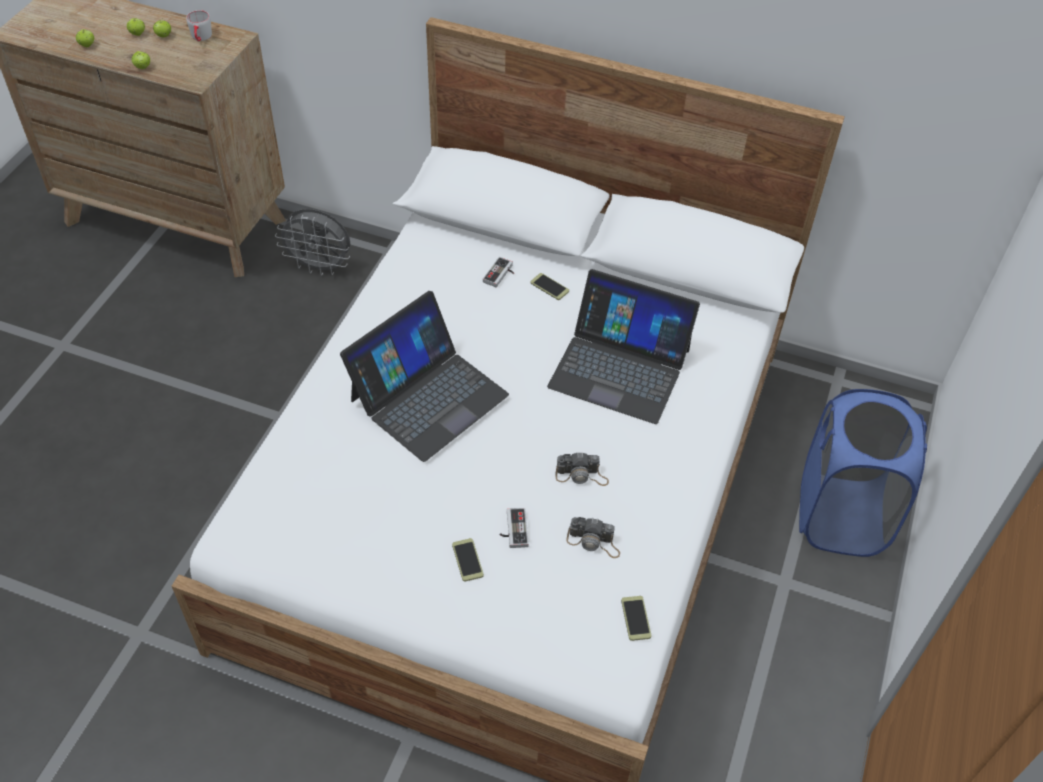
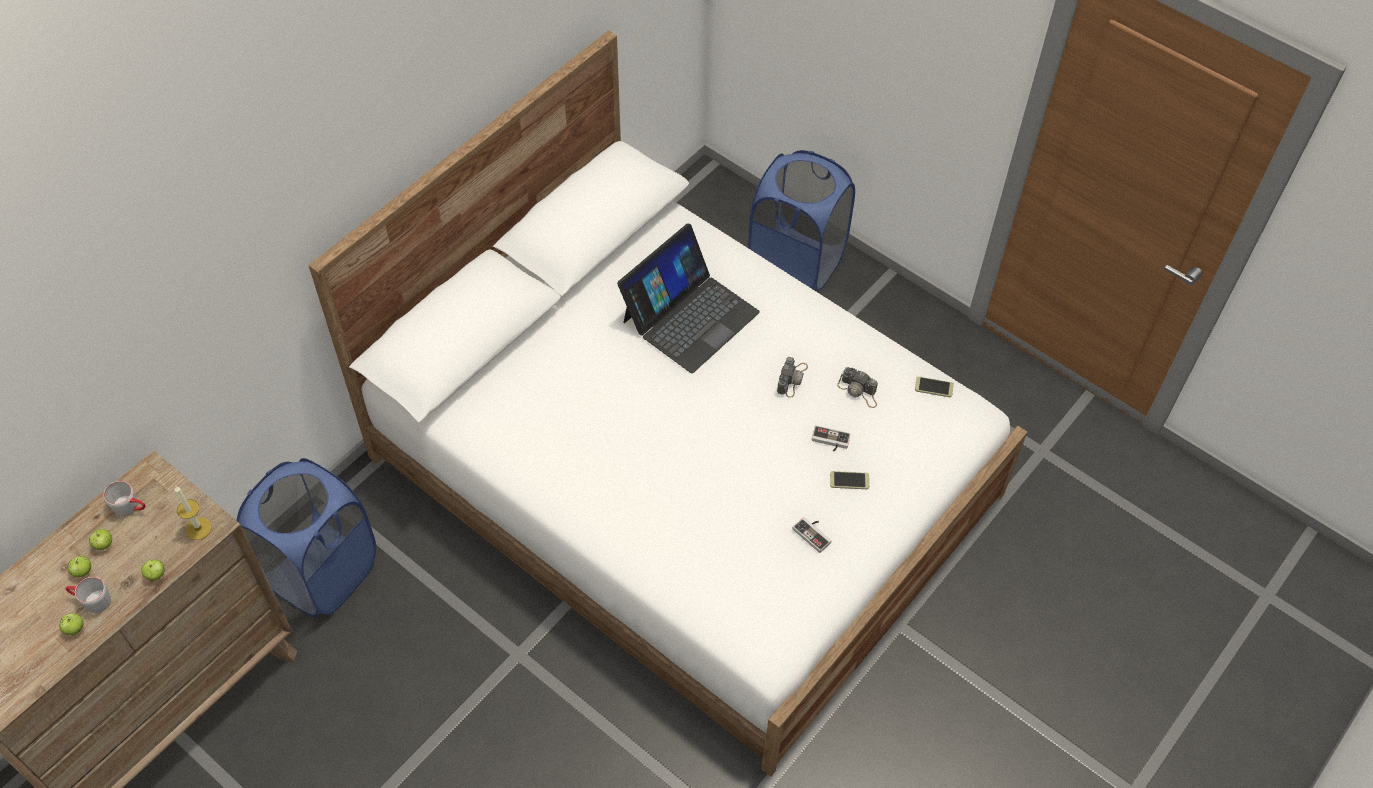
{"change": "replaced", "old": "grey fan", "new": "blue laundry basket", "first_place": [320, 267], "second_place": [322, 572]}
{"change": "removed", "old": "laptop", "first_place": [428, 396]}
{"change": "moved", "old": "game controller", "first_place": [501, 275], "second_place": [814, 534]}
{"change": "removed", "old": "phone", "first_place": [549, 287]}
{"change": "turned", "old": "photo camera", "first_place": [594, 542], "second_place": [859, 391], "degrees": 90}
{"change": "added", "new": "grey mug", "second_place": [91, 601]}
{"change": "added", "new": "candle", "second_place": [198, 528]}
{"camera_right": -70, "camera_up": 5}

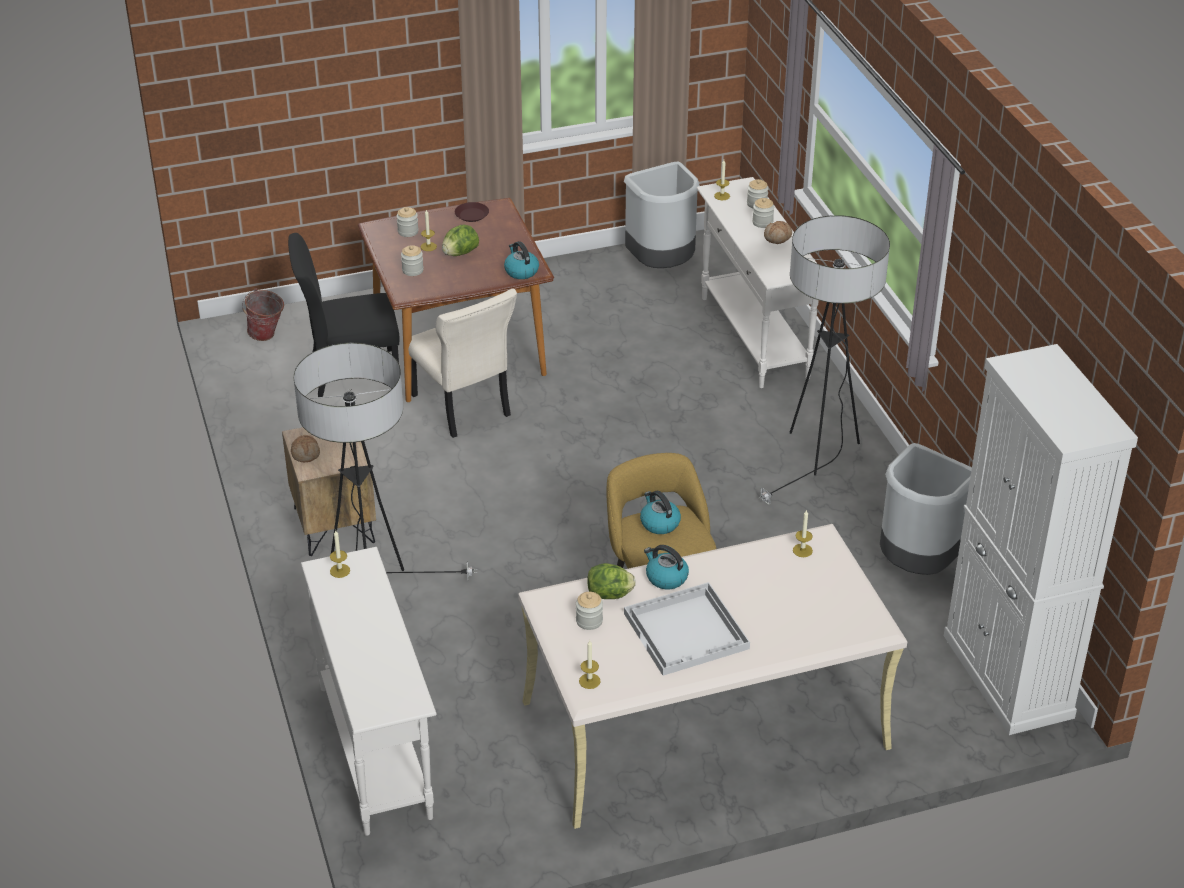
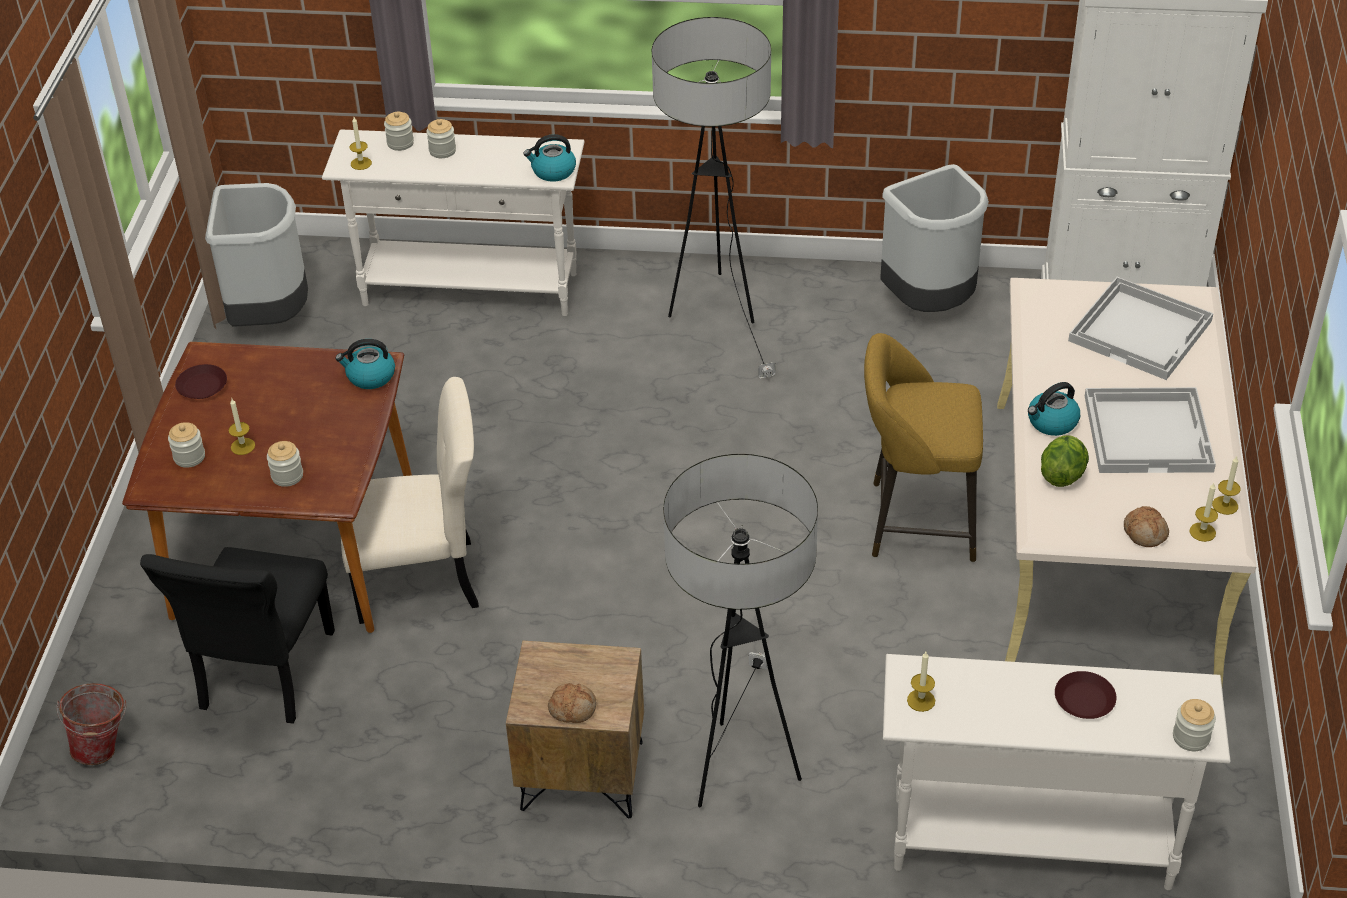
{"change": "removed", "old": "lettuce", "first_place": [460, 253]}
{"change": "moved", "old": "jar", "first_place": [589, 621], "second_place": [1191, 737]}
{"change": "moved", "old": "kettle", "first_place": [659, 523], "second_place": [553, 171]}
{"change": "moved", "old": "bread", "first_place": [778, 237], "second_place": [1145, 532]}
{"change": "moved", "old": "candle", "first_place": [802, 550], "second_place": [1225, 505]}
{"change": "added", "new": "brown plate", "second_place": [1084, 699]}
{"change": "added", "new": "white tray", "second_place": [1141, 330]}
{"camera_right": -65, "camera_up": 5}

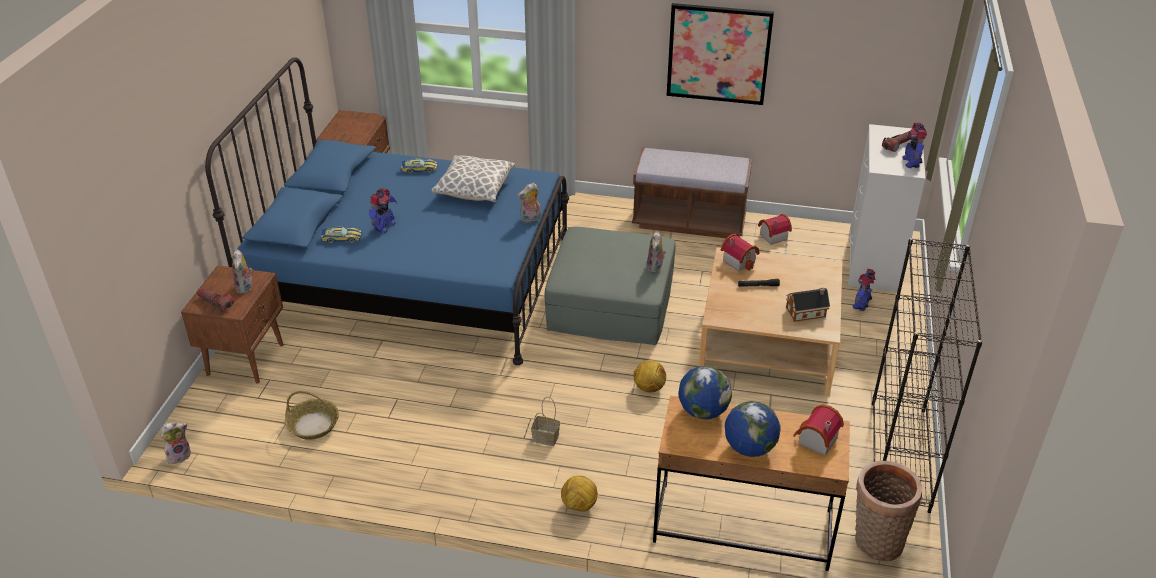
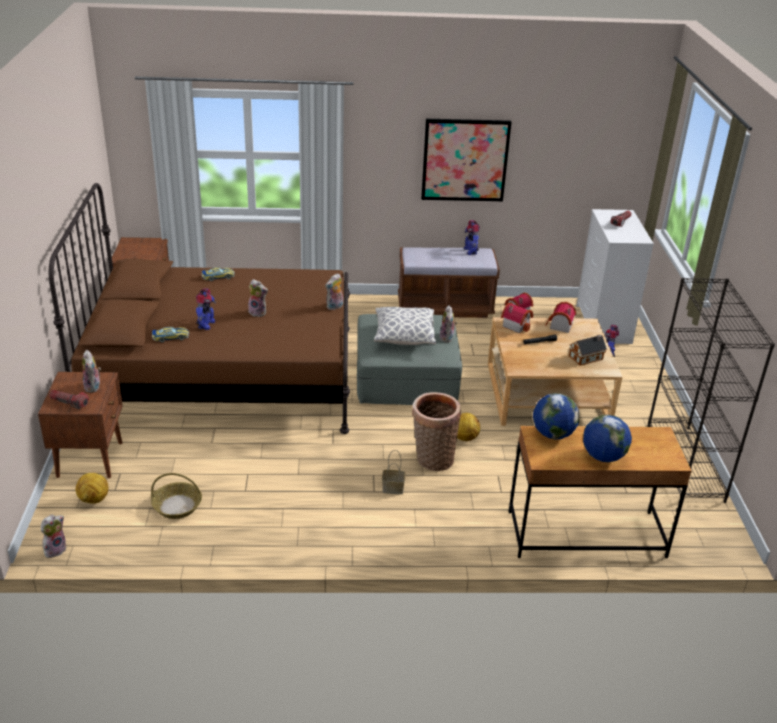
{"change": "recoloured", "old": "blue bed", "new": "brown bed", "first_place": [412, 279], "second_place": [223, 375]}
{"change": "moved", "old": "pillow", "first_place": [474, 190], "second_place": [404, 336]}
{"change": "moved", "old": "football", "first_place": [579, 506], "second_place": [94, 500]}
{"change": "moved", "old": "toy house", "first_place": [814, 440], "second_place": [559, 326]}
{"change": "moved", "old": "basket", "first_place": [875, 541], "second_place": [432, 459]}
{"change": "moved", "old": "toy robot", "first_place": [911, 162], "second_place": [470, 251]}
{"change": "added", "new": "plush toy", "second_place": [258, 312]}
{"camera_right": -15, "camera_up": -5}

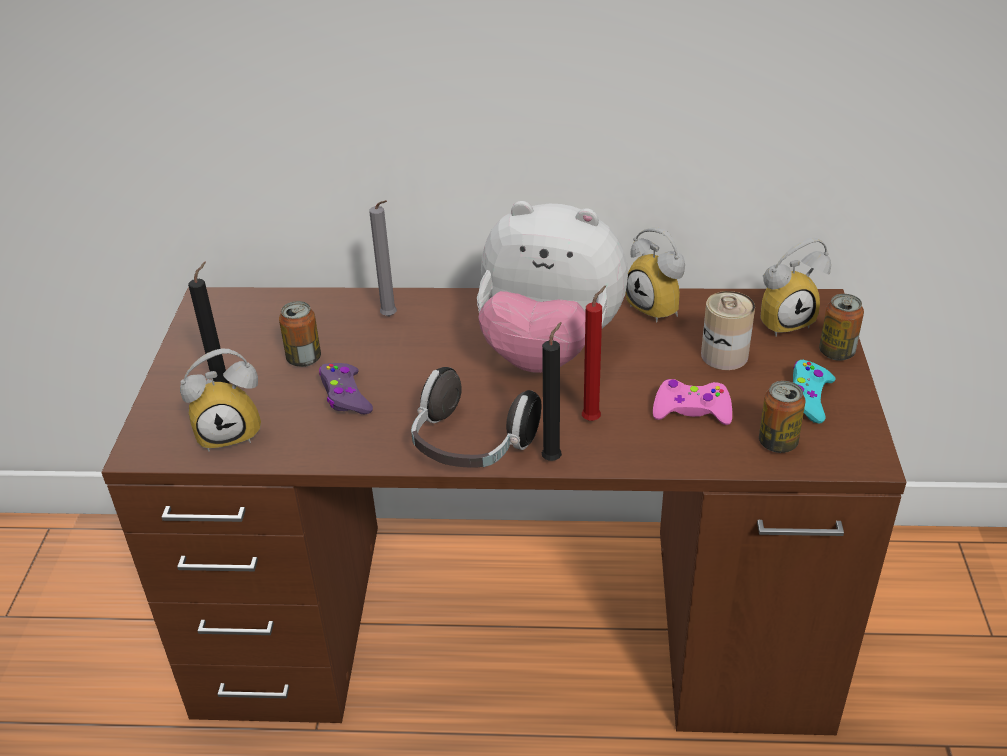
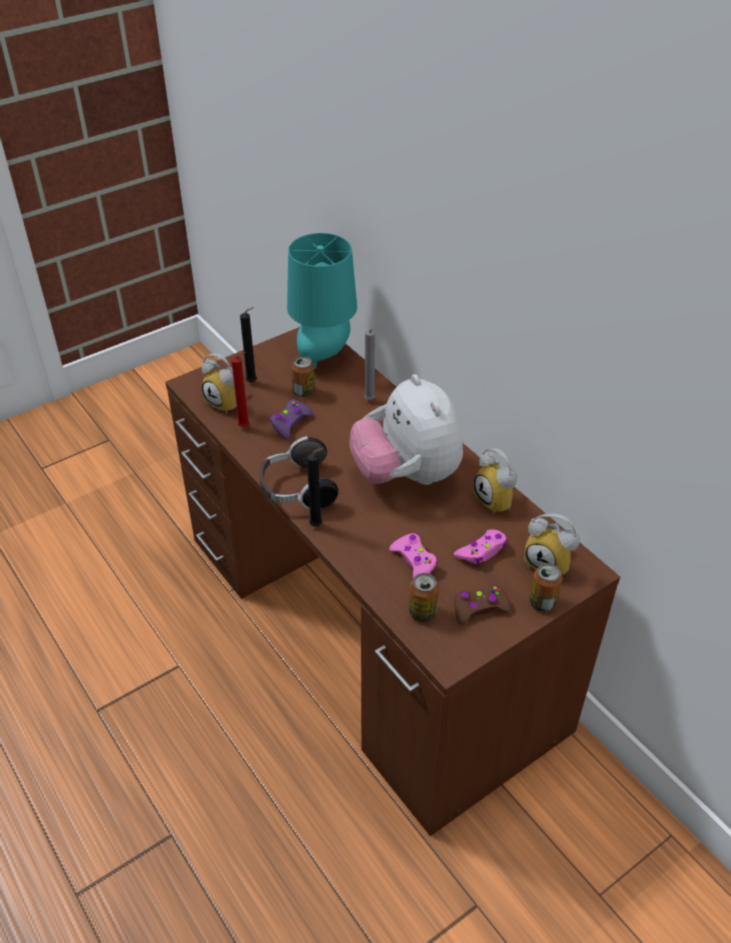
{"change": "moved", "old": "red candle", "first_place": [593, 419], "second_place": [246, 427]}
{"change": "turned", "old": "alarm clock", "first_place": [660, 307], "second_place": [498, 500], "degrees": -45}
{"change": "replaced", "old": "can", "new": "pink game controller", "first_place": [724, 355], "second_place": [482, 551]}
{"change": "recoloured", "old": "turquoise game controller", "new": "brown game controller", "first_place": [807, 398], "second_place": [480, 608]}
{"change": "added", "new": "turquoise table lamp", "second_place": [323, 356]}
{"camera_right": 50, "camera_up": 5}

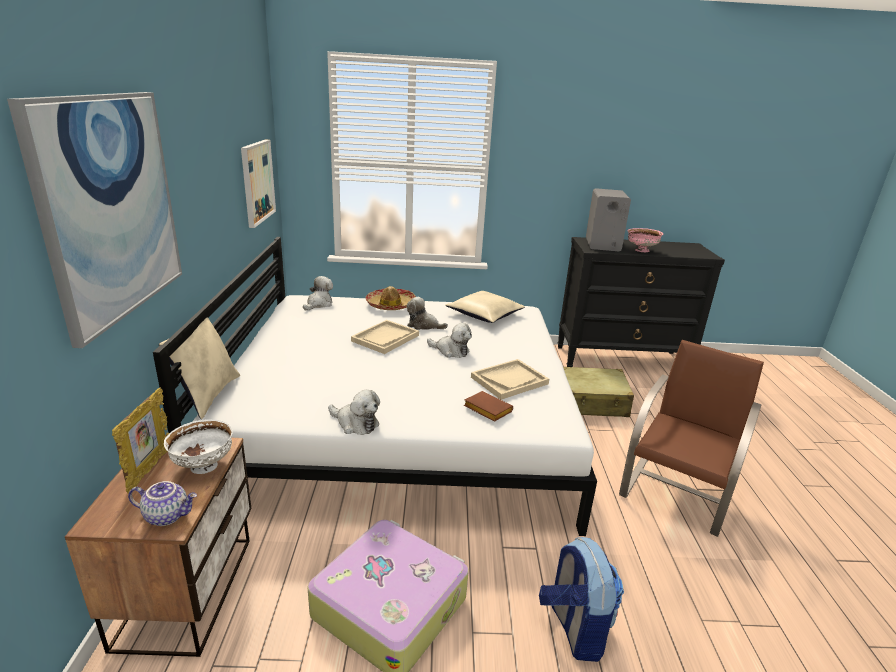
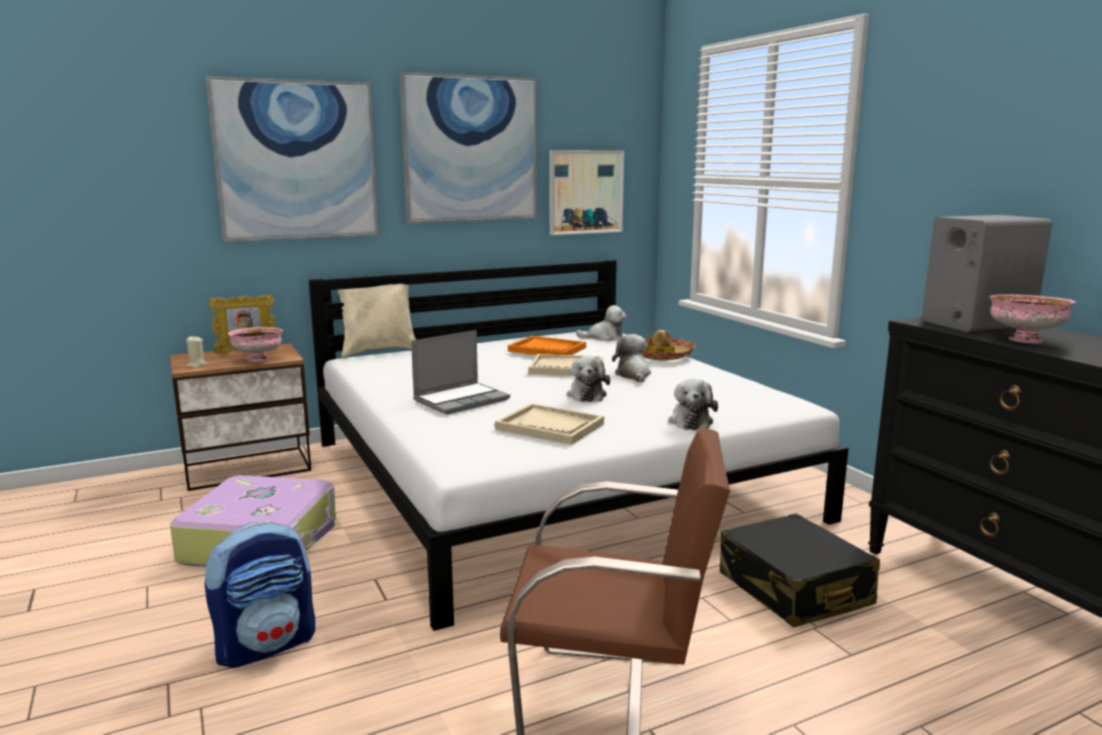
{"change": "replaced", "old": "teapot", "new": "beige candle", "first_place": [168, 515], "second_place": [196, 365]}
{"change": "recoloured", "old": "white bowl", "new": "pink bowl", "first_place": [203, 466], "second_place": [257, 359]}
{"change": "moved", "old": "plush toy", "first_place": [355, 423], "second_place": [690, 421]}
{"change": "removed", "old": "beige pillow", "first_place": [485, 315]}
{"change": "removed", "old": "brown book", "first_place": [486, 409]}
{"change": "recoloured", "old": "beige suitcase", "new": "black suitcase", "first_place": [593, 402], "second_place": [794, 589]}
{"change": "added", "new": "picture", "second_place": [471, 149]}
{"change": "added", "new": "laptop", "second_place": [461, 400]}
{"change": "added", "new": "orange tray", "second_place": [547, 349]}
{"camera_right": 65, "camera_up": -10}

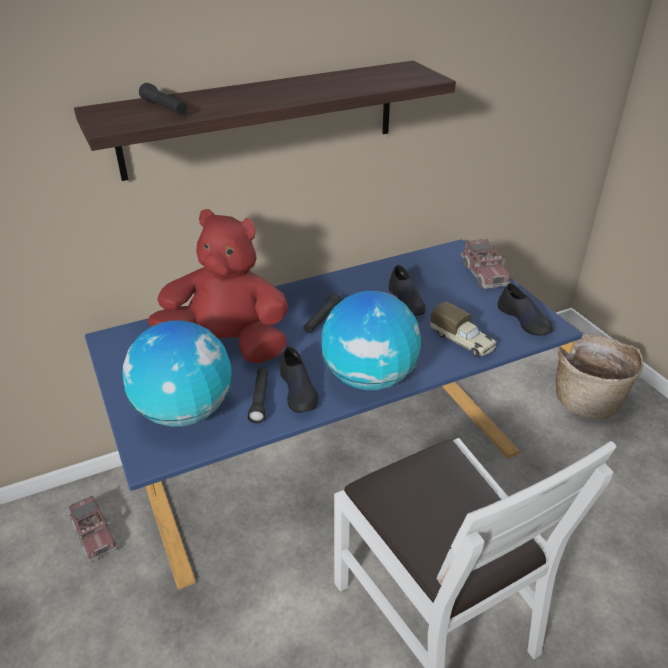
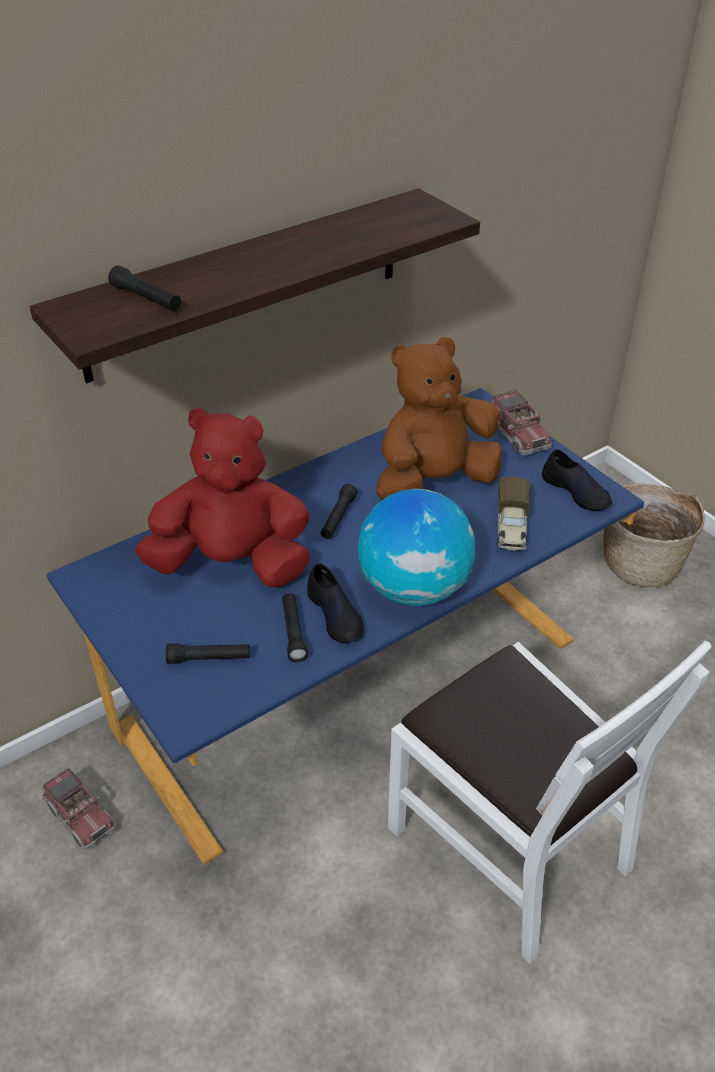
{"change": "replaced", "old": "globe", "new": "black flashlight", "first_place": [185, 411], "second_place": [209, 659]}
{"change": "replaced", "old": "black shoe", "new": "brown plush toy", "first_place": [406, 301], "second_place": [434, 482]}
{"change": "turned", "old": "toy truck", "first_place": [462, 341], "second_place": [511, 528], "degrees": 60}
{"camera_right": -10, "camera_up": 5}

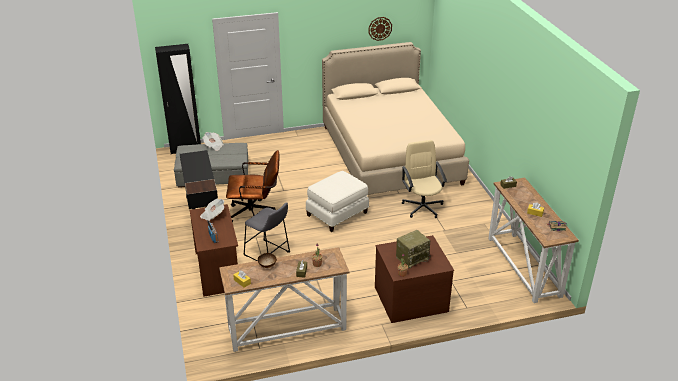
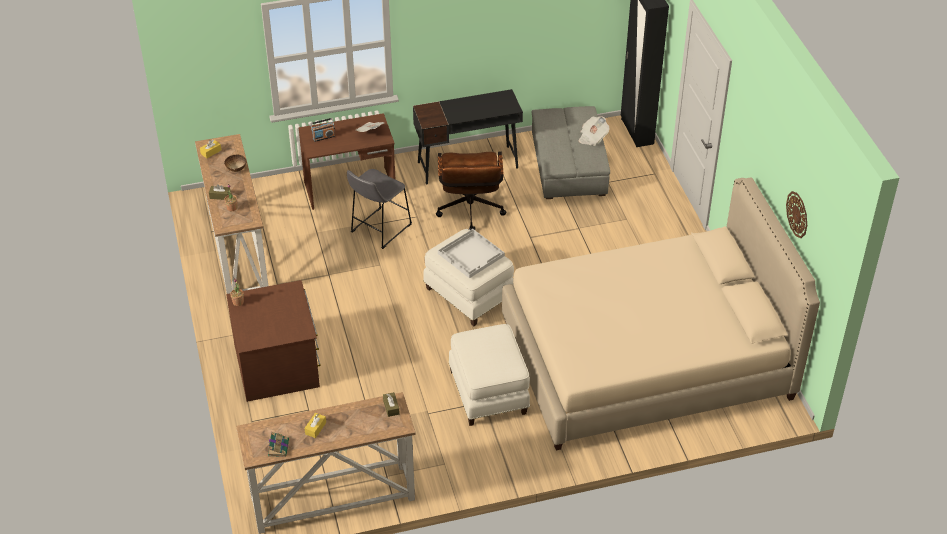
{"change": "removed", "old": "radio", "first_place": [412, 258]}
{"change": "replaced", "old": "beige office chair", "new": "white ottoman", "first_place": [422, 207], "second_place": [489, 391]}
{"change": "added", "new": "white tray", "second_place": [471, 254]}
{"camera_right": 90, "camera_up": 10}

